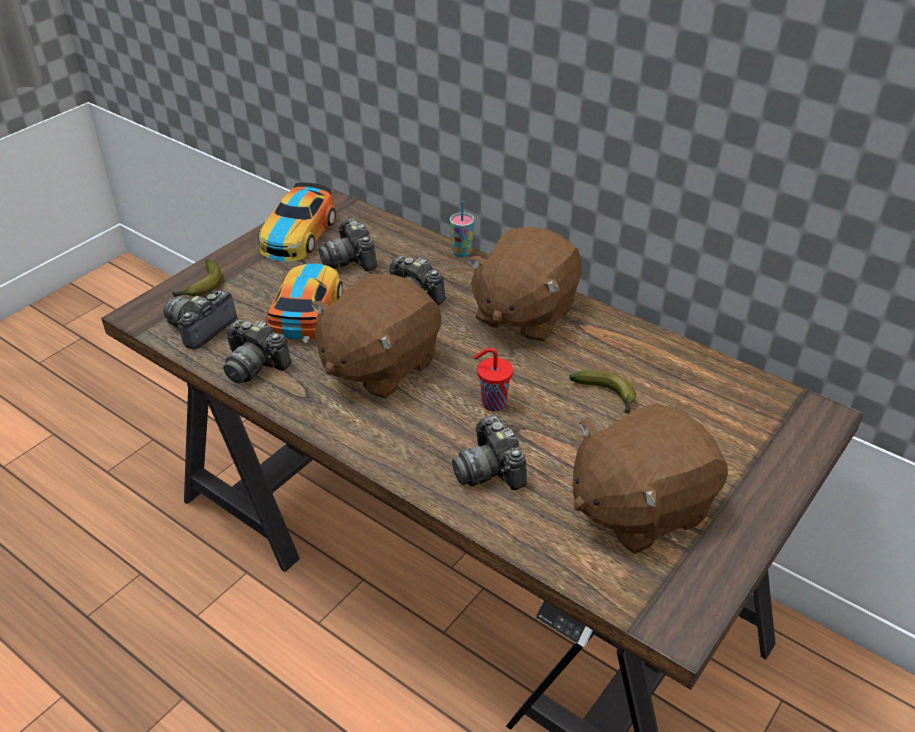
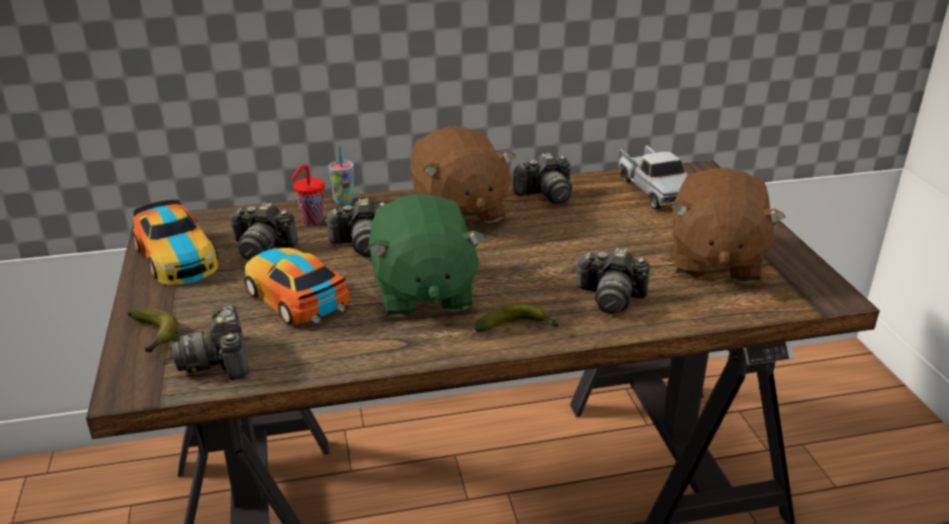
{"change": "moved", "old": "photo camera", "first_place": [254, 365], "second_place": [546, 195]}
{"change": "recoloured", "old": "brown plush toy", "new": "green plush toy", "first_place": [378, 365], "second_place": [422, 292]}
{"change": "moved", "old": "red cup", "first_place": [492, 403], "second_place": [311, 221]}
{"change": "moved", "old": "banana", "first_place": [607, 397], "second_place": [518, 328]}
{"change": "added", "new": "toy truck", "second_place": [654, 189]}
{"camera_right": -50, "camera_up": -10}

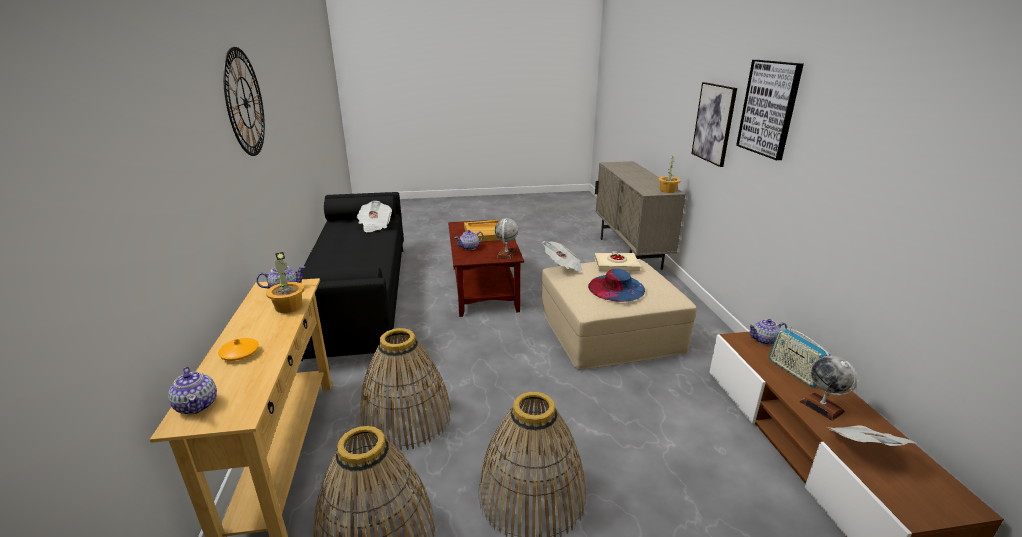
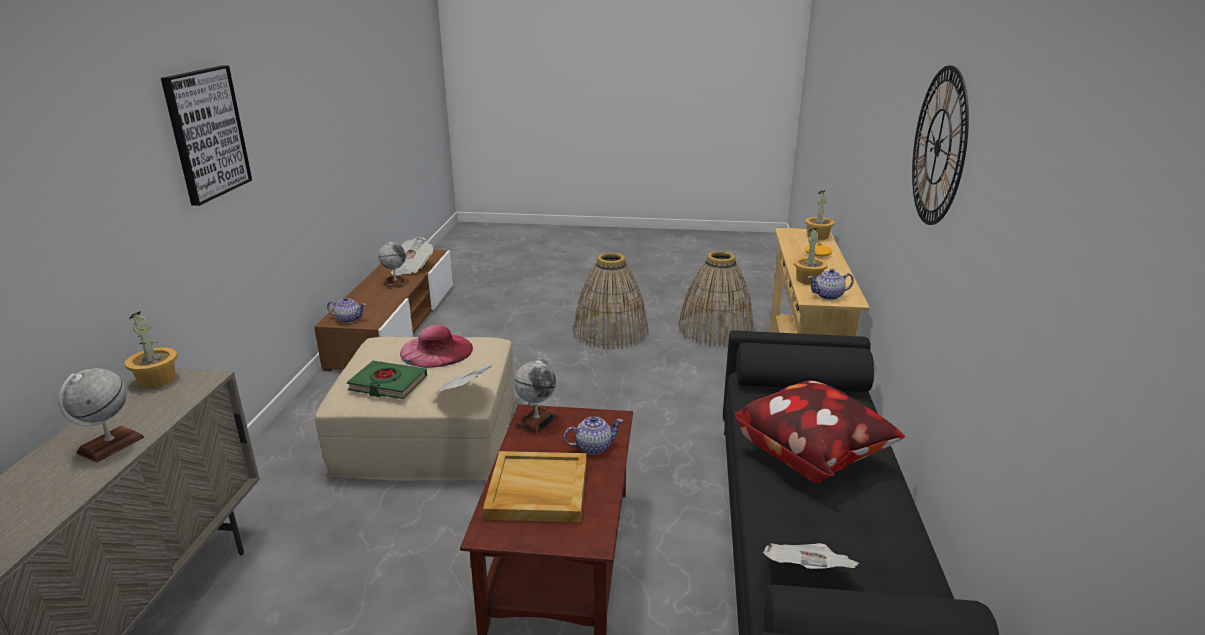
{"change": "replaced", "old": "teapot", "new": "potted plant", "first_place": [197, 405], "second_place": [818, 236]}
{"change": "removed", "old": "basket", "first_place": [406, 417]}
{"change": "recoloured", "old": "blue hat", "new": "pink hat", "first_place": [616, 288], "second_place": [436, 350]}
{"change": "recoloured", "old": "beige book", "new": "green book", "first_place": [616, 265], "second_place": [388, 384]}
{"change": "removed", "old": "picture", "first_place": [714, 123]}
{"change": "removed", "old": "radio", "first_place": [794, 372]}
{"change": "added", "new": "globe", "second_place": [111, 445]}
{"change": "added", "new": "pillow", "second_place": [811, 455]}
{"camera_right": -165, "camera_up": 0}

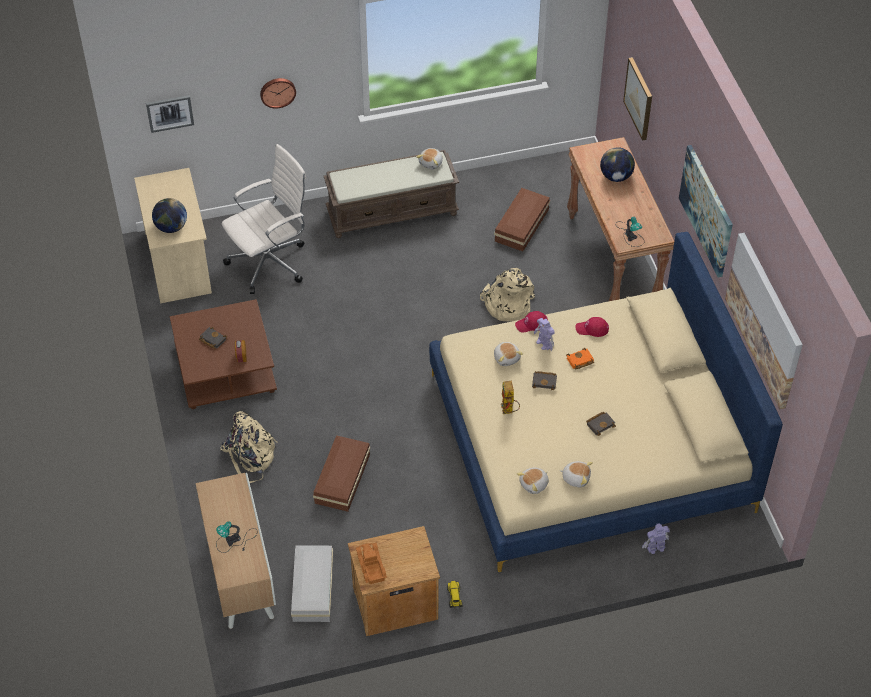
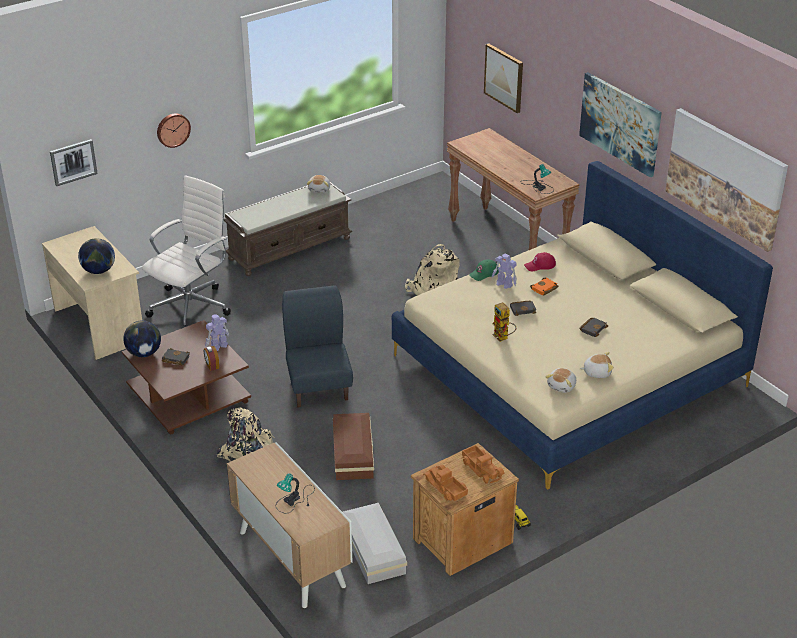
{"change": "removed", "old": "brown storage box", "first_place": [523, 225]}
{"change": "removed", "old": "plush toy", "first_place": [506, 358]}
{"change": "recoloured", "old": "red cap", "new": "green cap", "first_place": [531, 324], "second_place": [484, 273]}
{"change": "moved", "old": "globe", "first_place": [616, 176], "second_place": [144, 353]}
{"change": "moved", "old": "toy robot", "first_place": [655, 548], "second_place": [218, 346]}
{"change": "added", "new": "blue chair", "second_place": [318, 385]}
{"change": "added", "new": "toy truck", "second_place": [482, 468]}
{"camera_right": -20, "camera_up": -15}

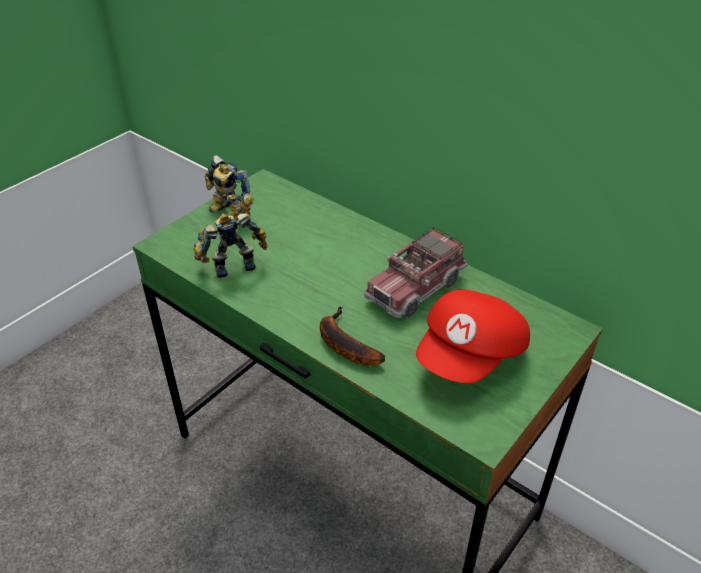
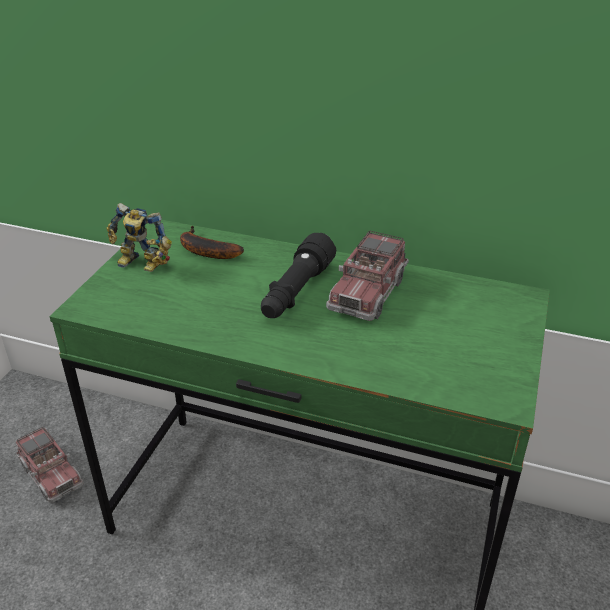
{"change": "removed", "old": "toy robot", "first_place": [232, 264]}
{"change": "moved", "old": "banana", "first_place": [343, 344], "second_place": [204, 250]}
{"change": "removed", "old": "red cap", "first_place": [471, 355]}
{"change": "added", "new": "toy truck", "second_place": [51, 474]}
{"change": "added", "new": "black flashlight", "second_place": [296, 292]}
{"camera_right": -20, "camera_up": -5}

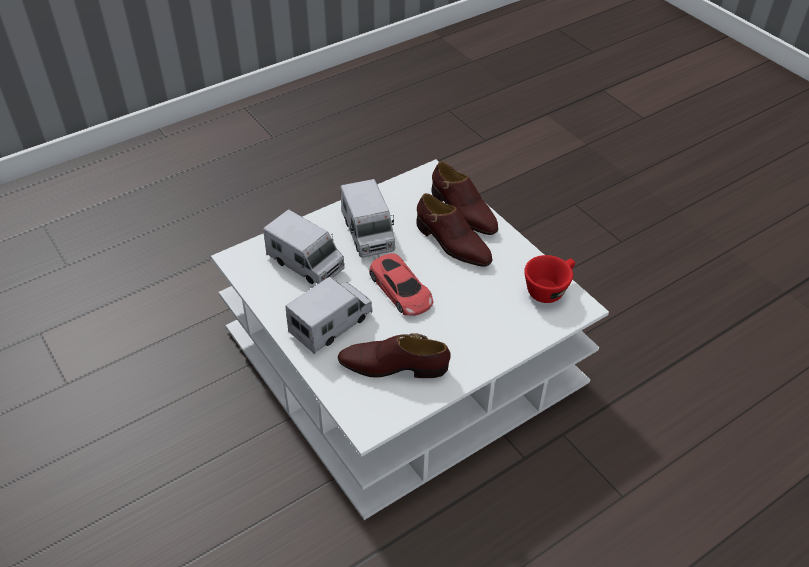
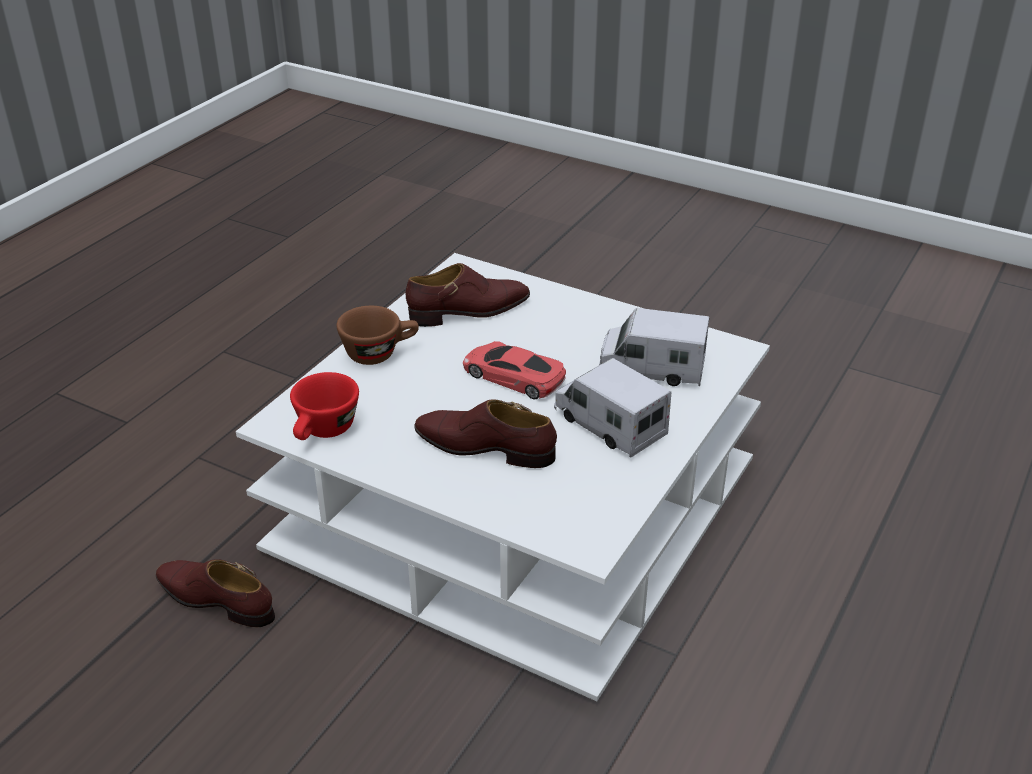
{"change": "removed", "old": "toy truck", "first_place": [331, 324]}
{"change": "moved", "old": "brown shoe", "first_place": [463, 212], "second_place": [216, 600]}
{"change": "added", "new": "brown cup", "second_place": [380, 353]}
{"camera_right": 155, "camera_up": -10}

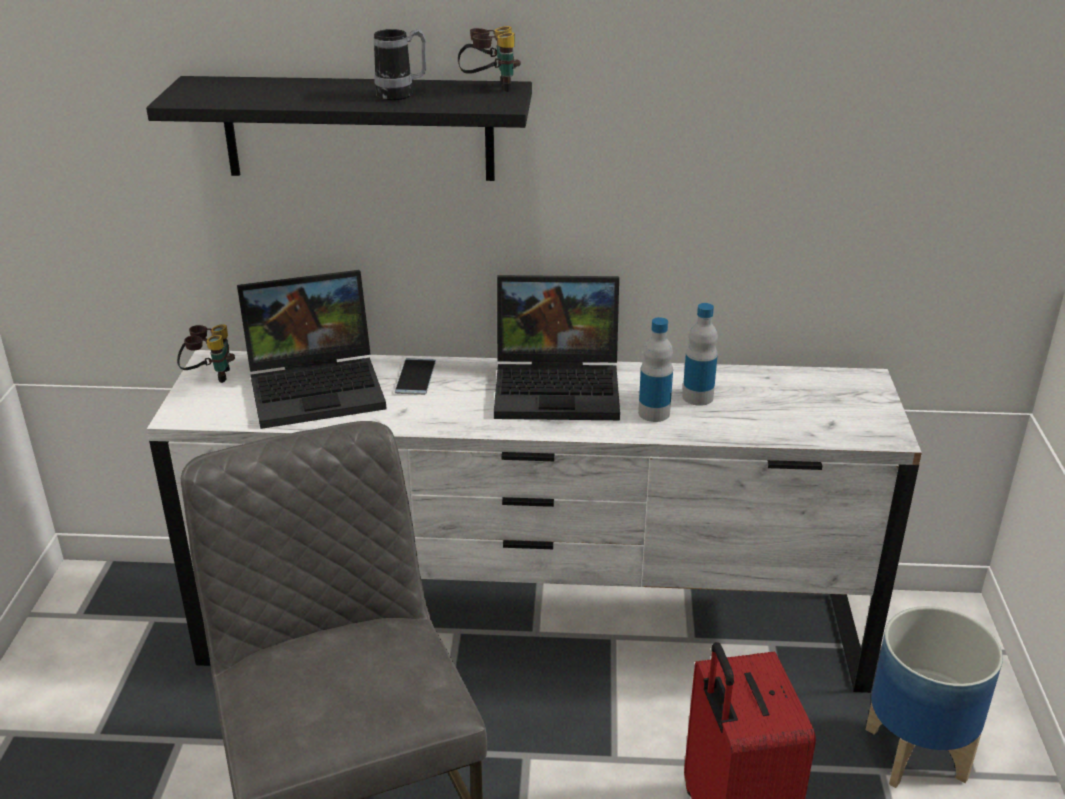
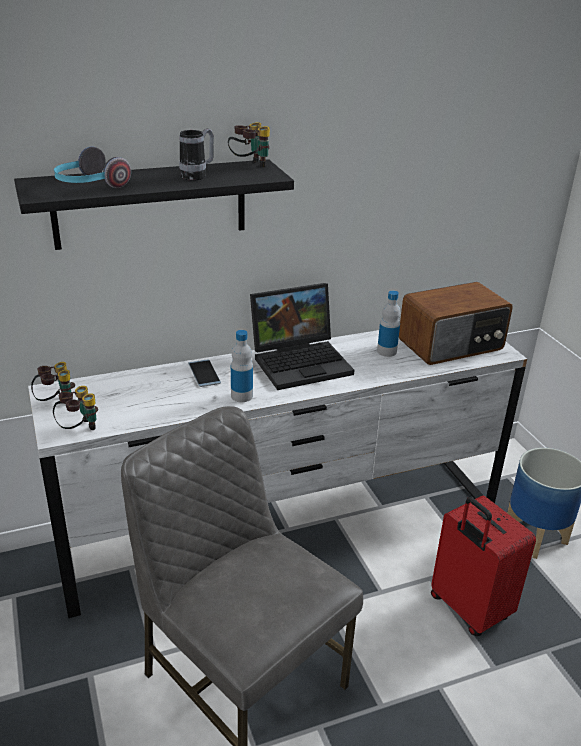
{"change": "removed", "old": "laptop", "first_place": [319, 387]}
{"change": "moved", "old": "bottle", "first_place": [654, 413], "second_place": [241, 396]}
{"change": "added", "new": "binoculars", "second_place": [78, 429]}
{"change": "added", "new": "headphones", "second_place": [89, 185]}
{"change": "added", "new": "radio", "second_place": [452, 345]}
{"camera_right": -25, "camera_up": 0}

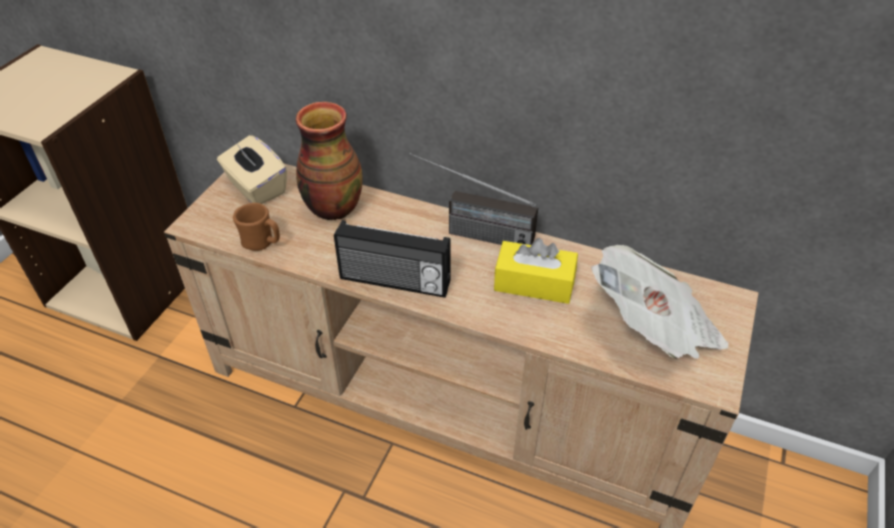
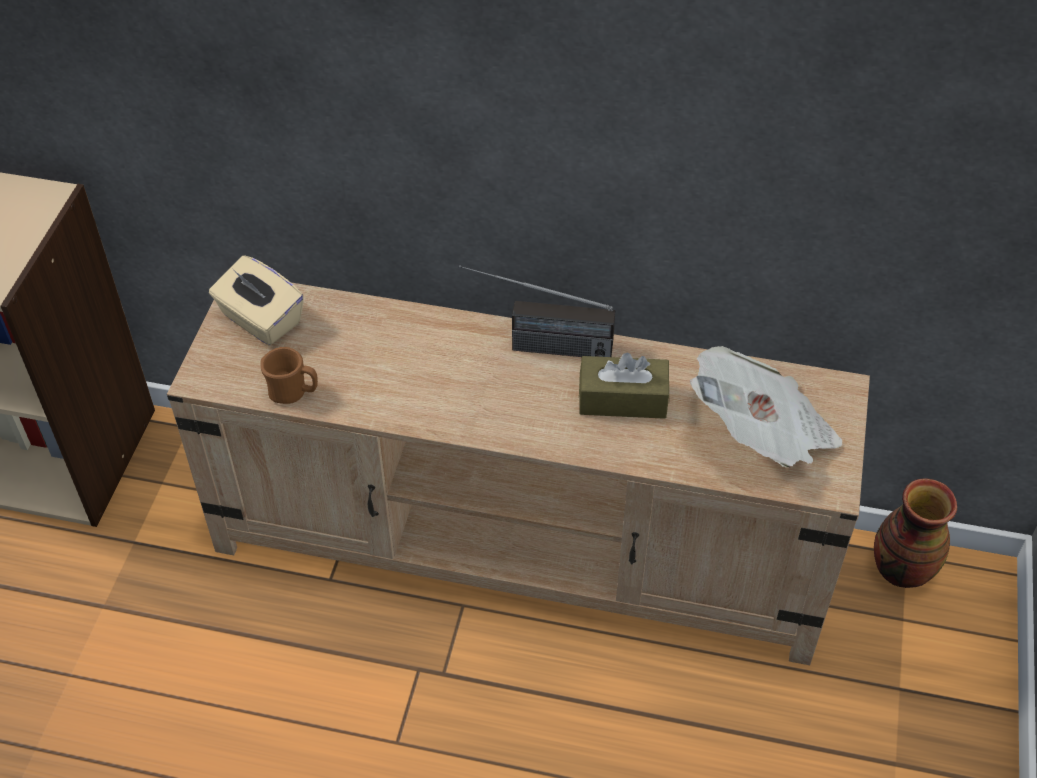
{"change": "moved", "old": "vase", "first_place": [332, 208], "second_place": [900, 569]}
{"change": "removed", "old": "radio", "first_place": [394, 282]}
{"change": "recoloured", "old": "yellow tissue box", "new": "brown tissue box", "first_place": [534, 283], "second_place": [623, 399]}
{"camera_right": -10, "camera_up": 5}

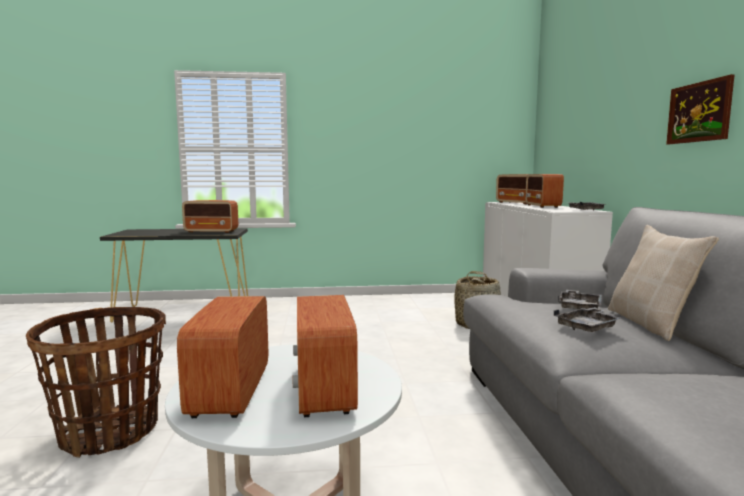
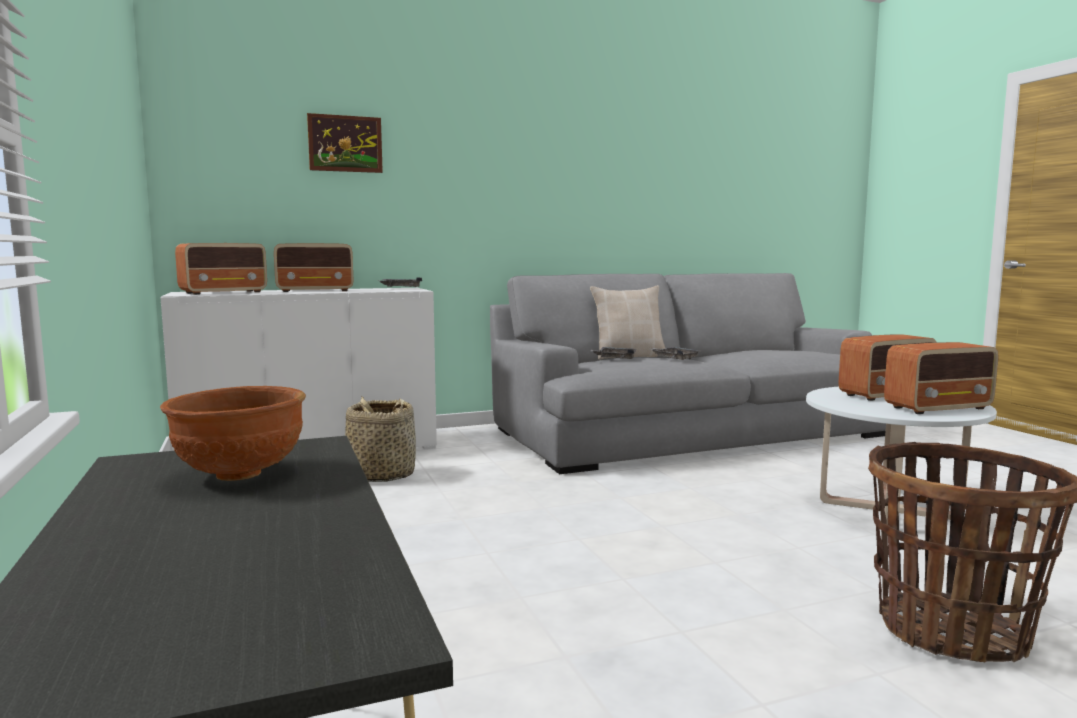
{"change": "replaced", "old": "radio", "new": "brown bowl", "first_place": [212, 231], "second_place": [239, 474]}
{"change": "moved", "old": "picture", "first_place": [699, 112], "second_place": [345, 143]}
{"camera_right": -105, "camera_up": 0}

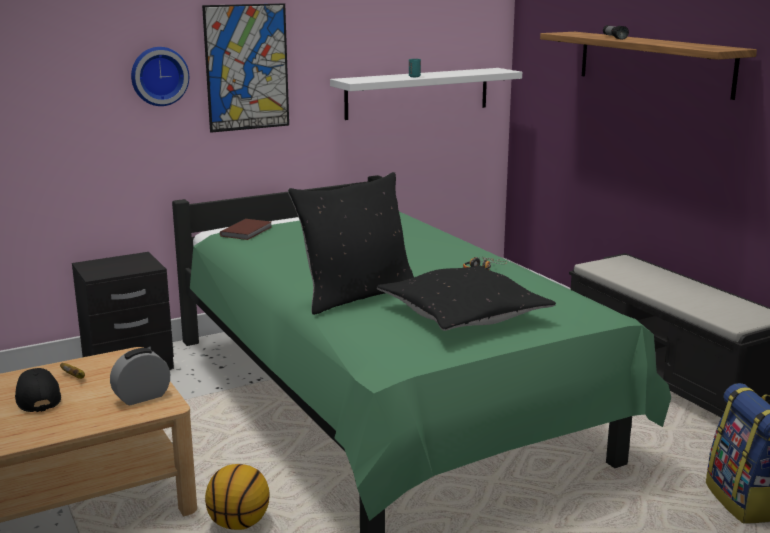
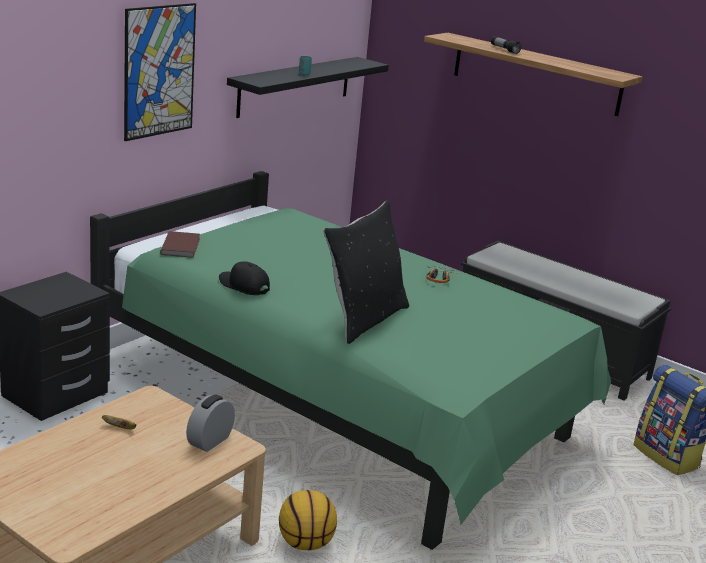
{"change": "moved", "old": "black cap", "first_place": [37, 398], "second_place": [244, 285]}
{"change": "removed", "old": "wall clock", "first_place": [159, 76]}
{"change": "recoloured", "old": "white shelf", "new": "black shelf", "first_place": [417, 93], "second_place": [295, 86]}
{"change": "removed", "old": "black pillow", "first_place": [463, 314]}
{"camera_right": -25, "camera_up": 5}

